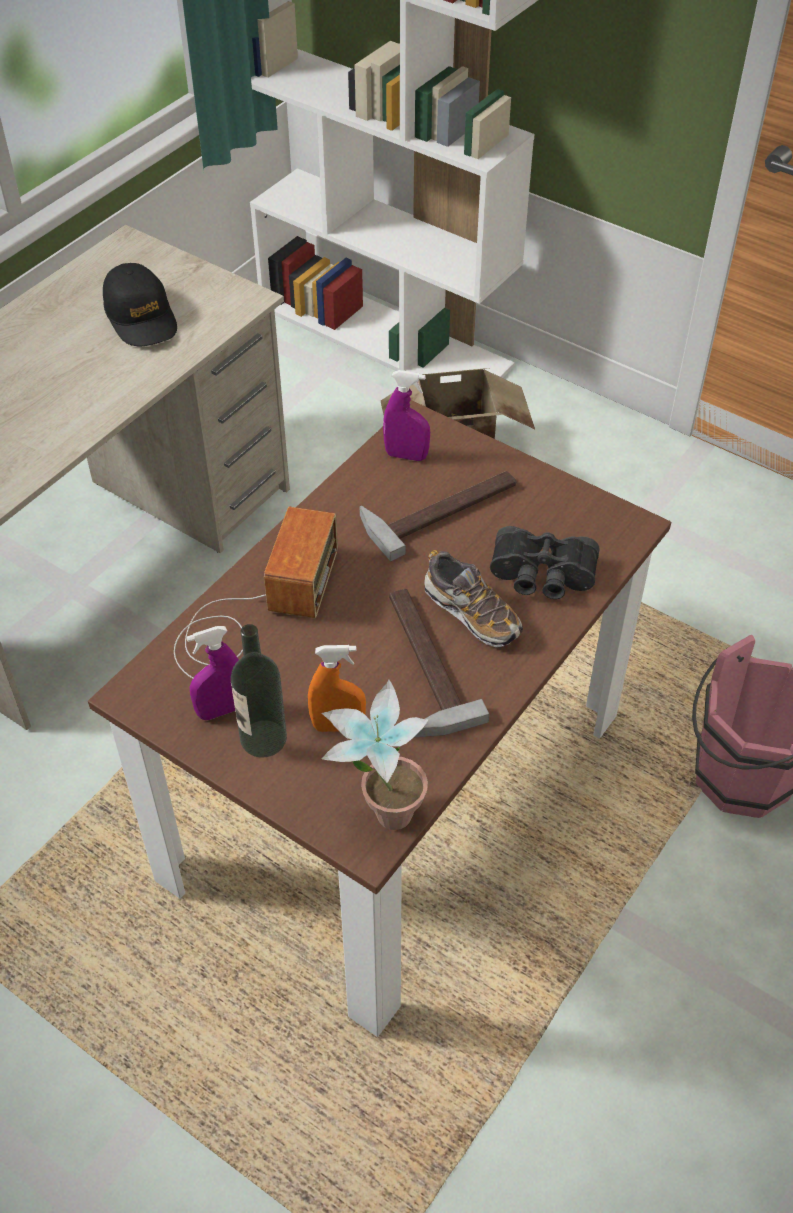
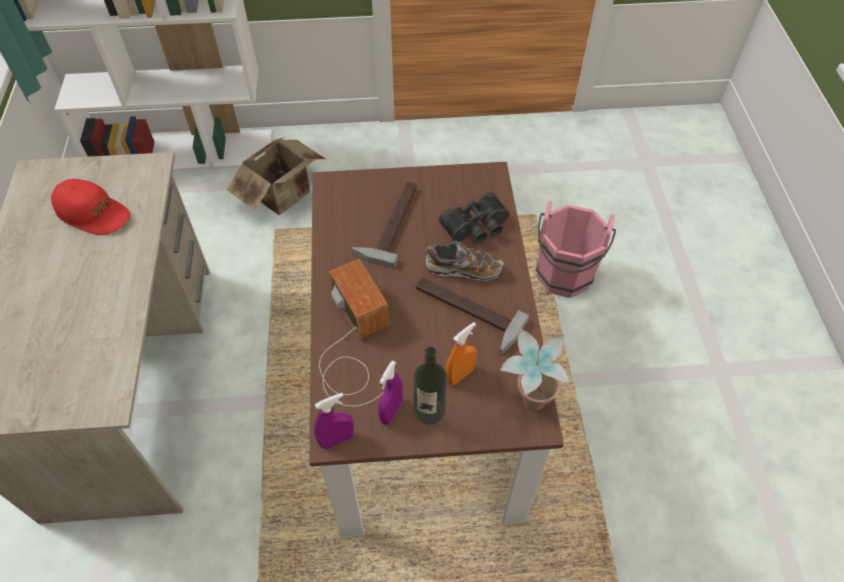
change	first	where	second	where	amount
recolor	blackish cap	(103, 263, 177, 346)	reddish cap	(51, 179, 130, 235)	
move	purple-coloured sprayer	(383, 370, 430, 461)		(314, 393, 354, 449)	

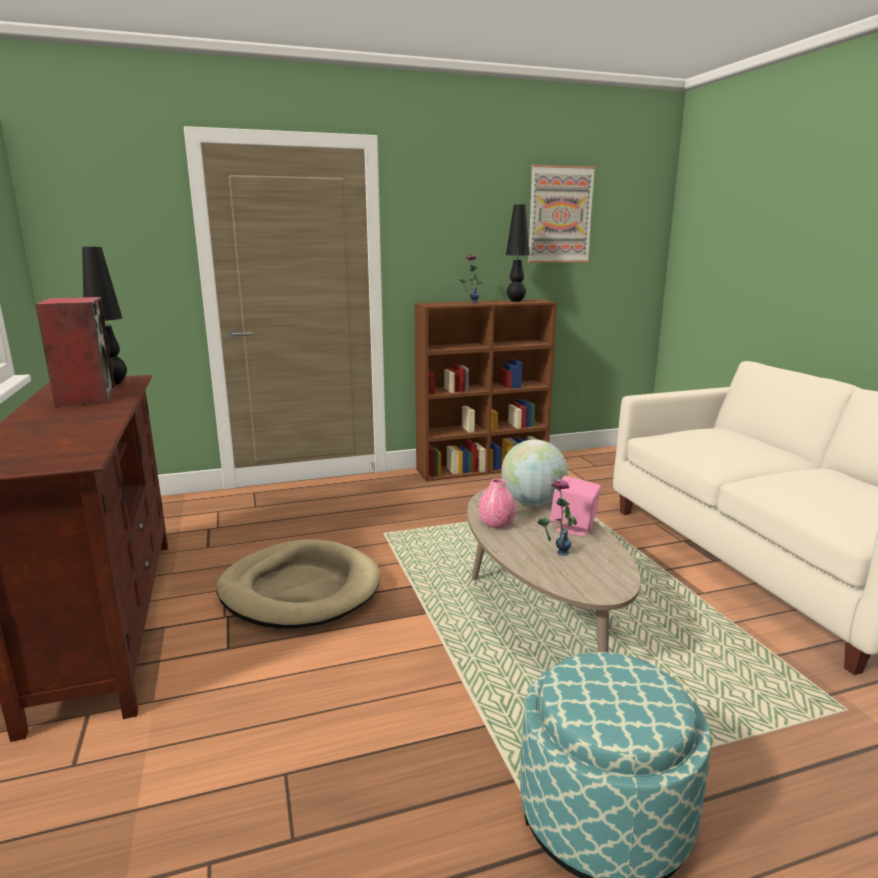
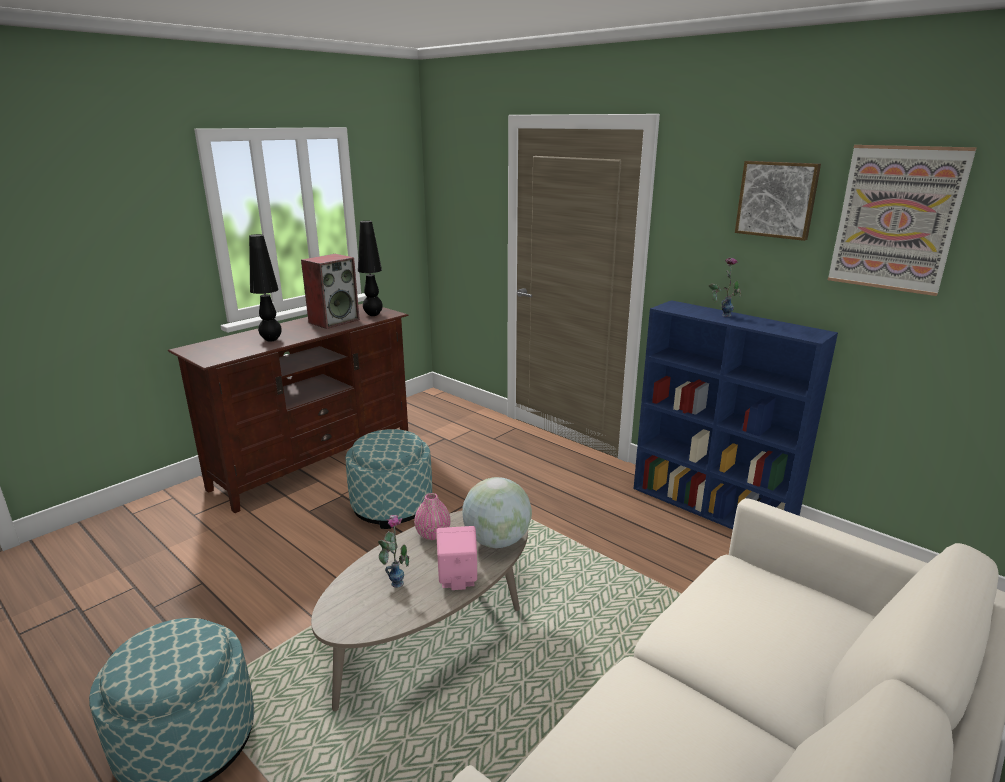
change	first	where	second	where	amount
replace	beige-coloured pet bed	(216, 539, 380, 629)	footrest	(346, 429, 432, 529)	
recolor	brownish shelving unit	(414, 299, 557, 481)	blue-coloured shelving unit	(634, 300, 838, 529)	
move	blackish table lamp	(506, 204, 530, 302)		(249, 234, 282, 341)	
insert			picture	(735, 161, 821, 241)	

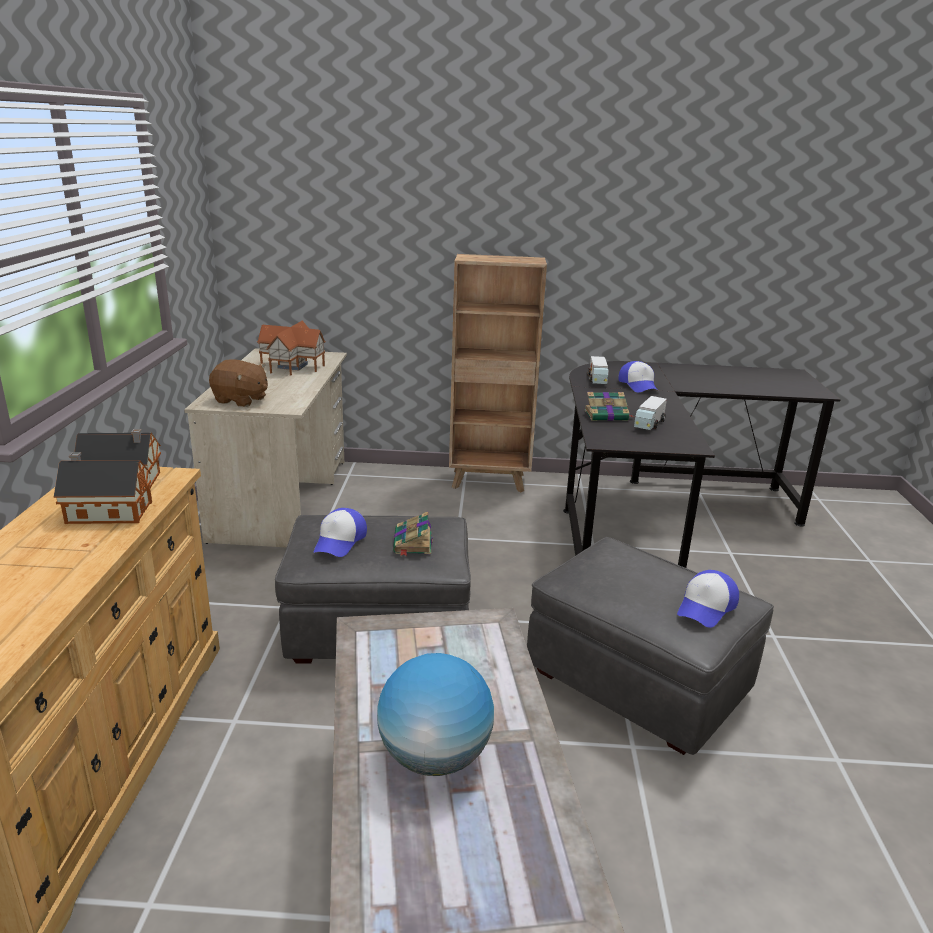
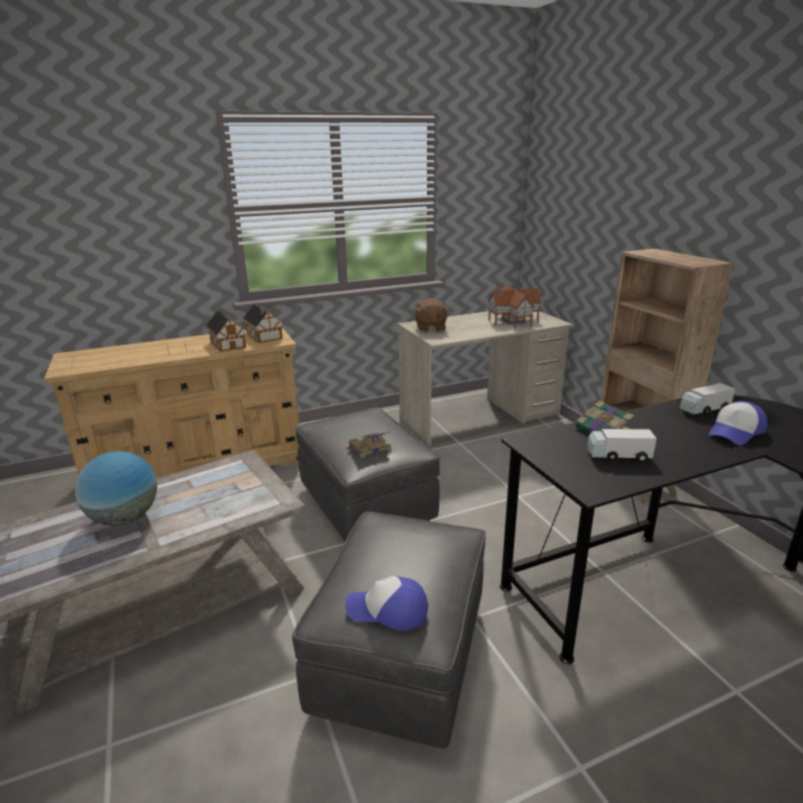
change	first	where	second	where	amount
delete	cap	(314, 508, 367, 557)			

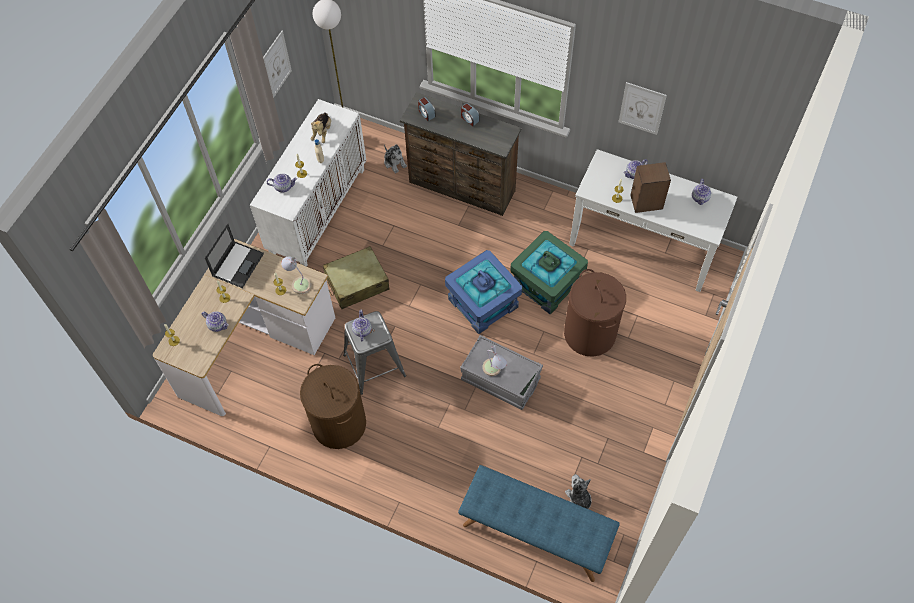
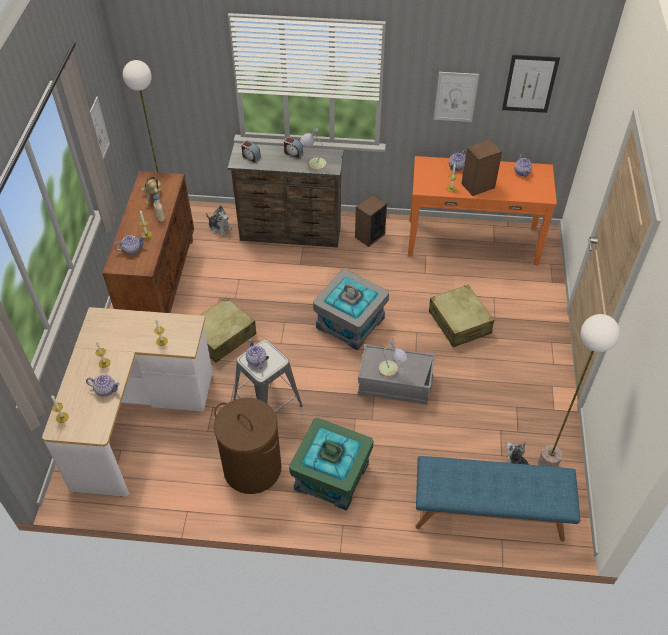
change	first	where	second	where	amount
delete	notebook computer	(205, 223, 264, 288)			
recolor	whitish cupboard	(250, 99, 366, 267)	brownish cupboard	(102, 171, 194, 313)	
move	table lamp	(281, 256, 311, 294)		(300, 126, 327, 171)	
recolor	blue-coloured storage bin	(445, 250, 522, 334)	gray storage bin	(313, 269, 389, 351)	
move	greenish storage bin	(510, 231, 588, 314)		(289, 418, 373, 511)	
replace	brownish laundry basket	(564, 269, 626, 357)	beige-coloured piece of luggage	(429, 285, 494, 347)	
recolor	whitish narrow table	(569, 149, 738, 292)	orange-coloured narrow table	(408, 156, 557, 265)	
insert			speaker	(355, 195, 387, 247)	
insert			picture	(502, 55, 560, 113)	
insert			floor lamp	(538, 314, 620, 467)	

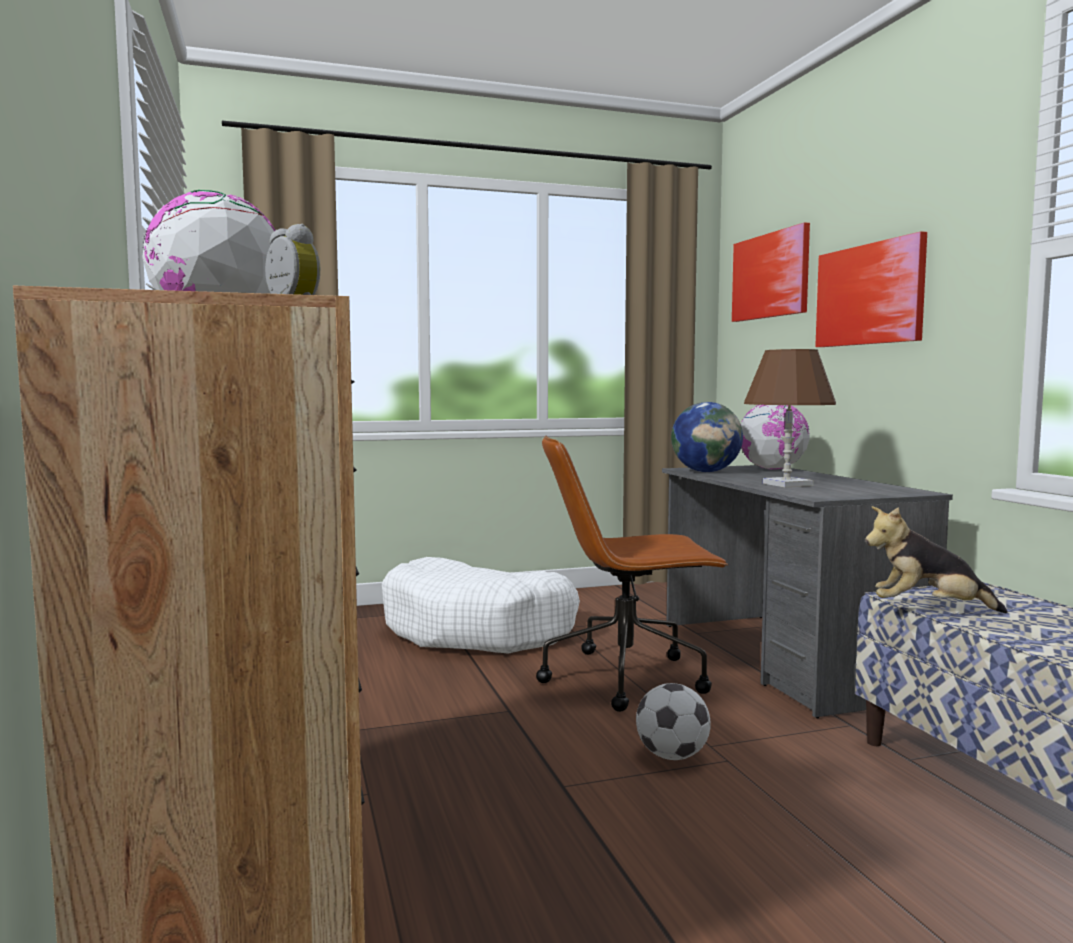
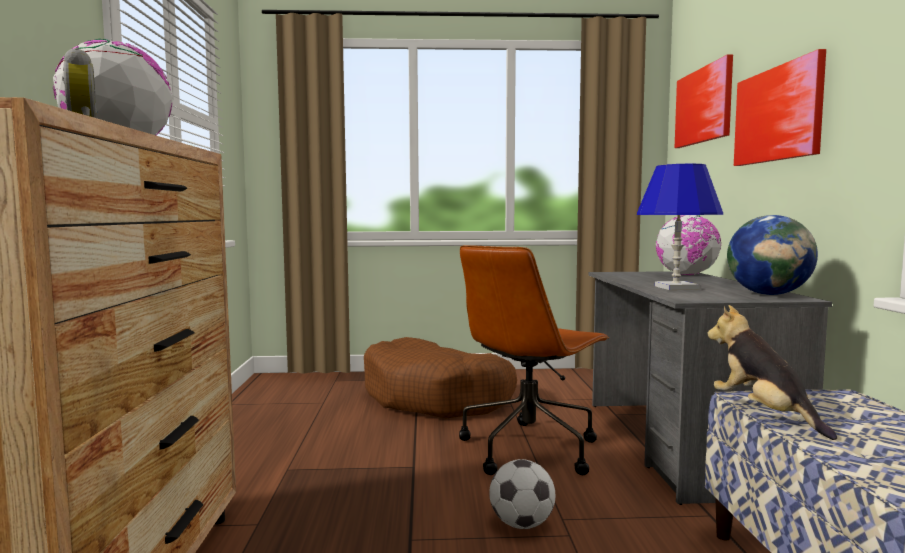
change	first	where	second	where	amount
recolor	whitish pet bed	(382, 557, 580, 654)	brownish pet bed	(364, 337, 517, 418)	
rotate	brownish office chair	(536, 435, 729, 712)		(459, 245, 610, 475)	60 degrees counterclockwise
move	globe	(671, 402, 743, 472)		(727, 215, 818, 295)	
recolor	brownish table lamp	(744, 349, 836, 487)	blue-coloured table lamp	(637, 164, 723, 290)	
rotate	soft toy	(865, 506, 1007, 613)		(707, 305, 837, 440)	45 degrees clockwise

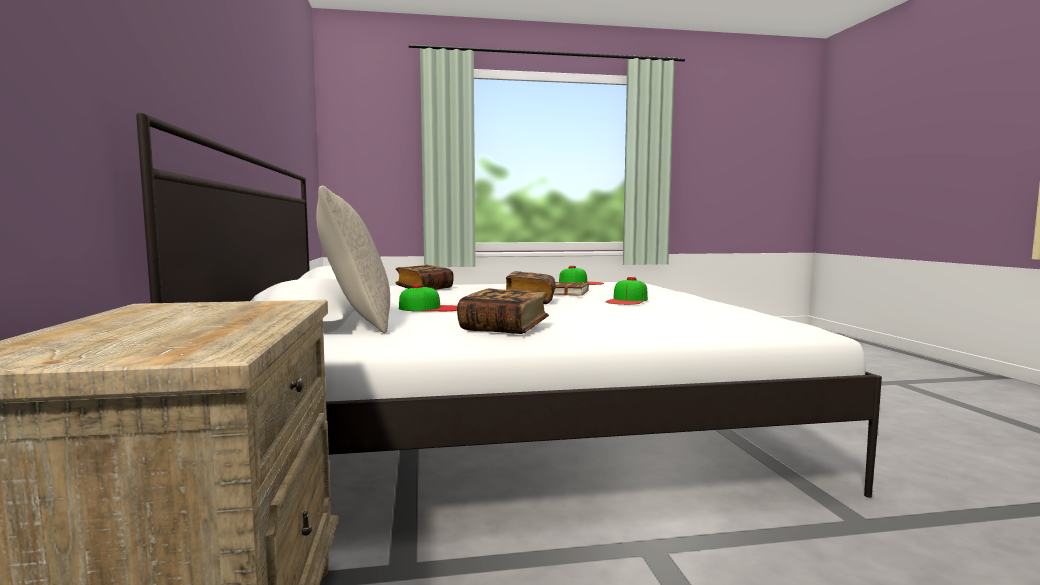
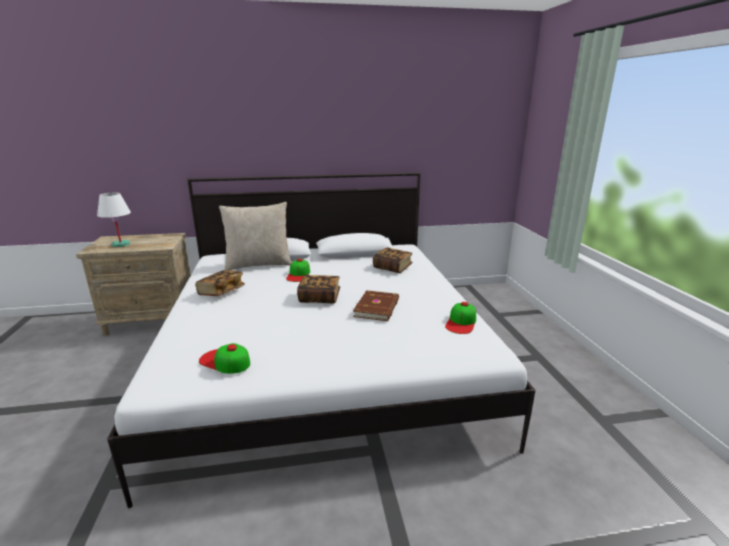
change	first	where	second	where	amount
move	cap	(606, 277, 648, 305)		(199, 343, 250, 374)	
insert			whitish table lamp	(97, 192, 131, 247)	

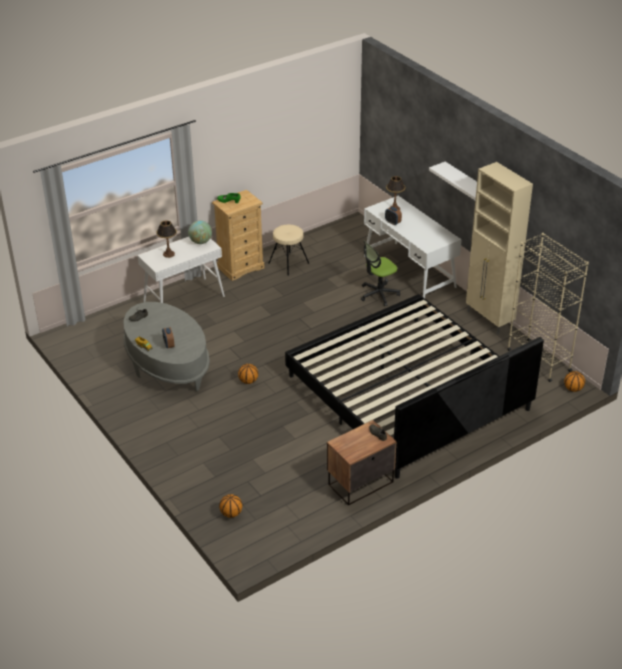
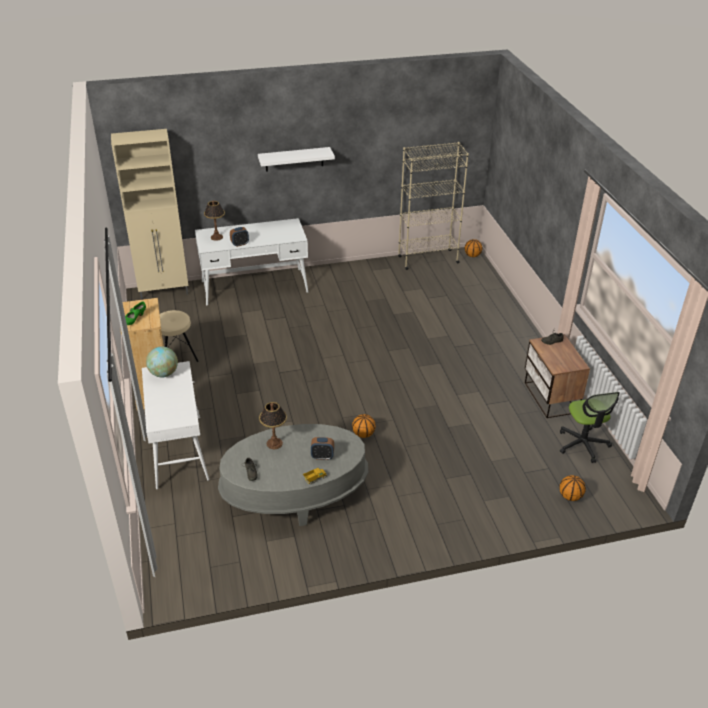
change	first	where	second	where	amount
move	table lamp	(156, 220, 177, 258)		(259, 402, 287, 449)	
delete	bedroom bed	(285, 294, 544, 479)			
move	office chair	(361, 240, 400, 306)		(560, 392, 620, 463)	
move	beige-coloured cupboard	(466, 162, 533, 335)		(111, 129, 189, 300)	

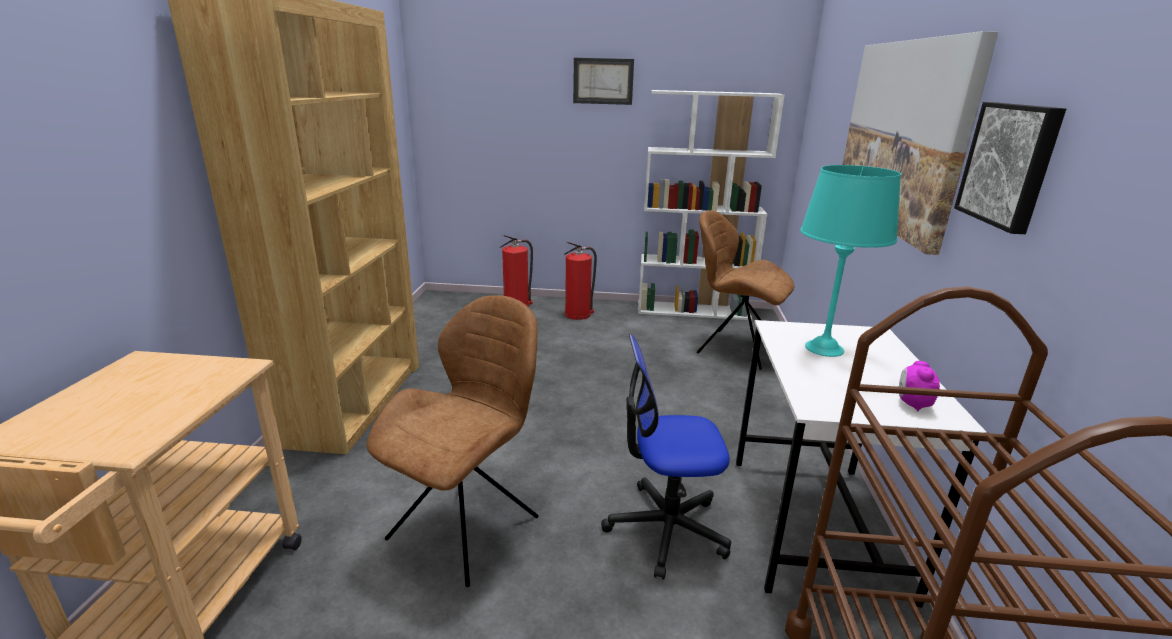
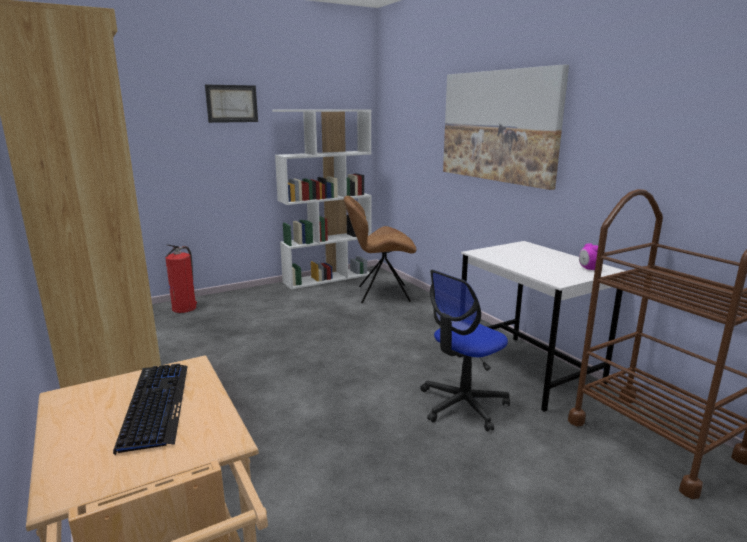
change	first	where	second	where	amount
delete	brownish chair	(366, 295, 539, 587)			
delete	fire extinguisher	(564, 242, 597, 320)			
delete	blue-green table lamp	(800, 165, 901, 357)			
delete	picture	(954, 102, 1066, 234)			
insert			PC keyboard	(113, 363, 188, 455)	

